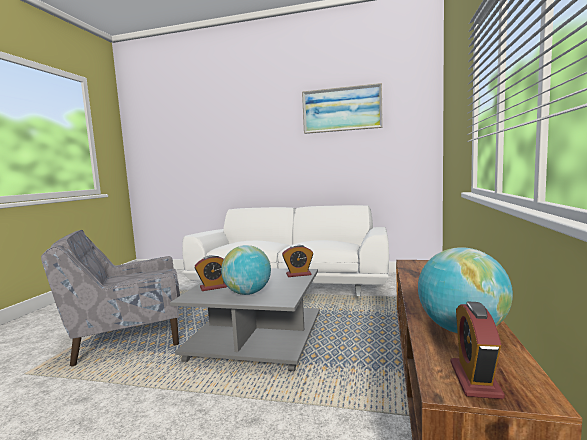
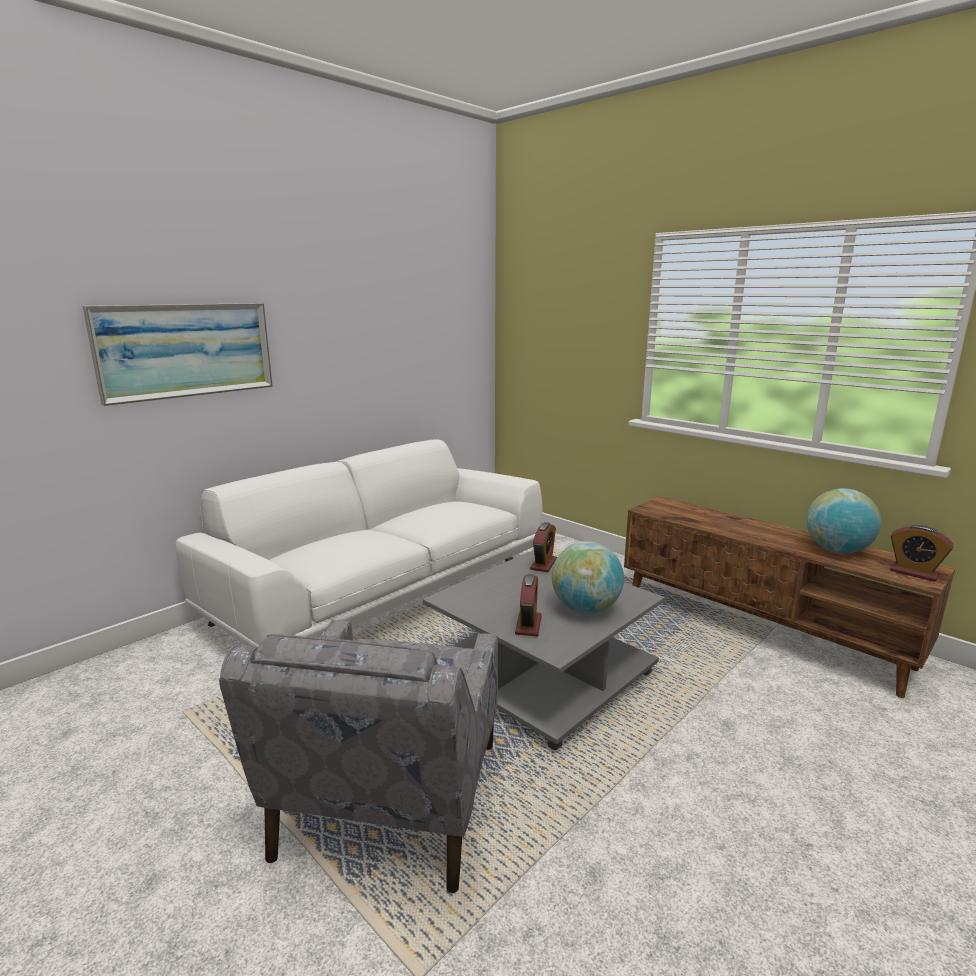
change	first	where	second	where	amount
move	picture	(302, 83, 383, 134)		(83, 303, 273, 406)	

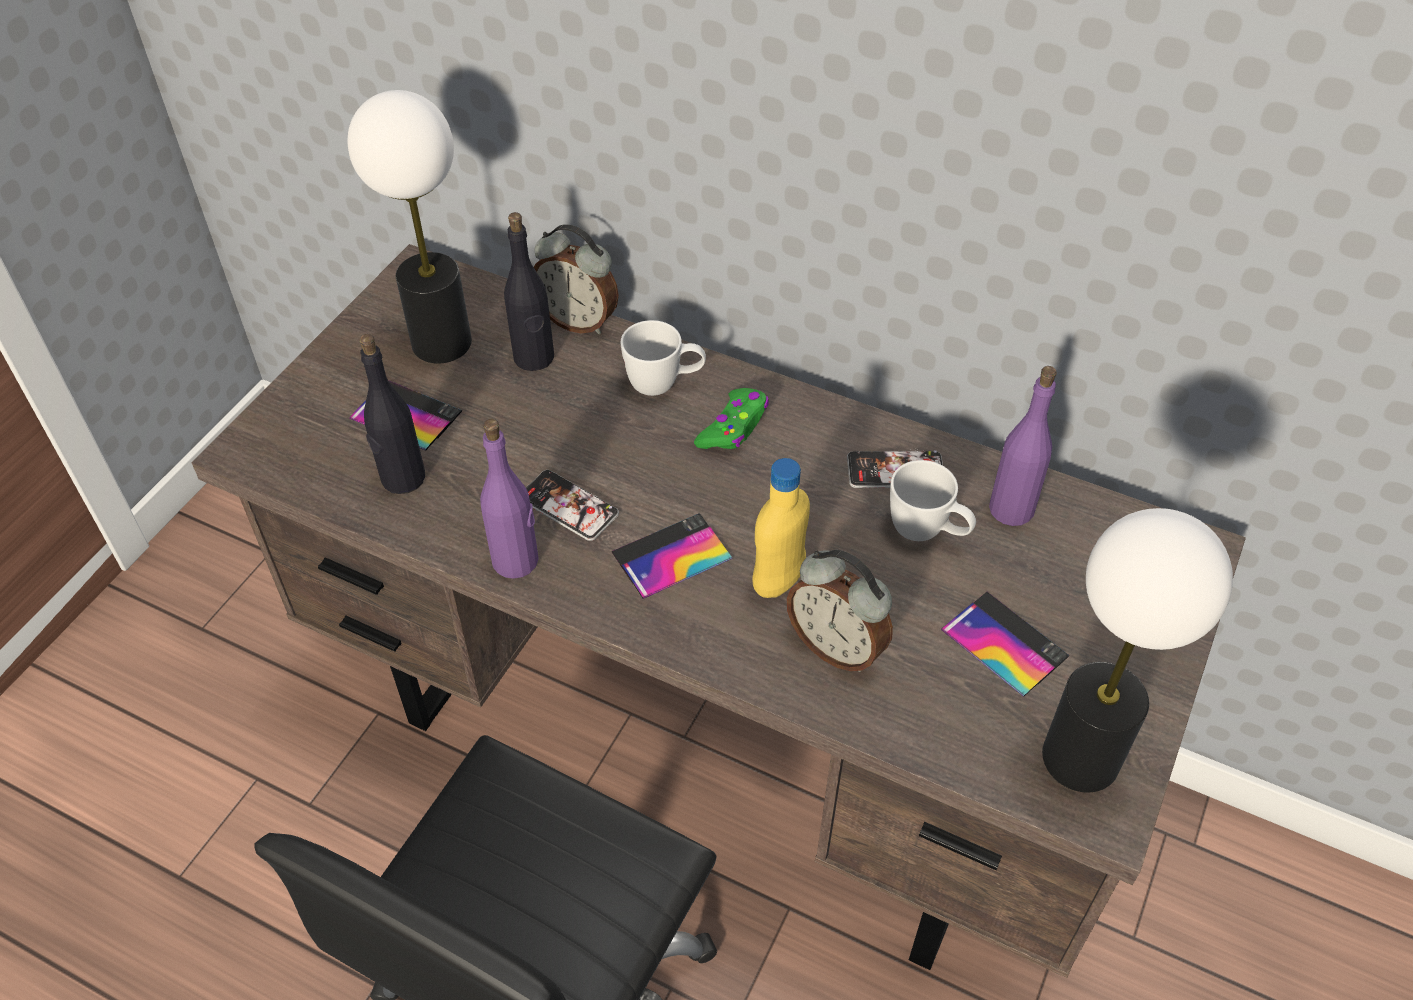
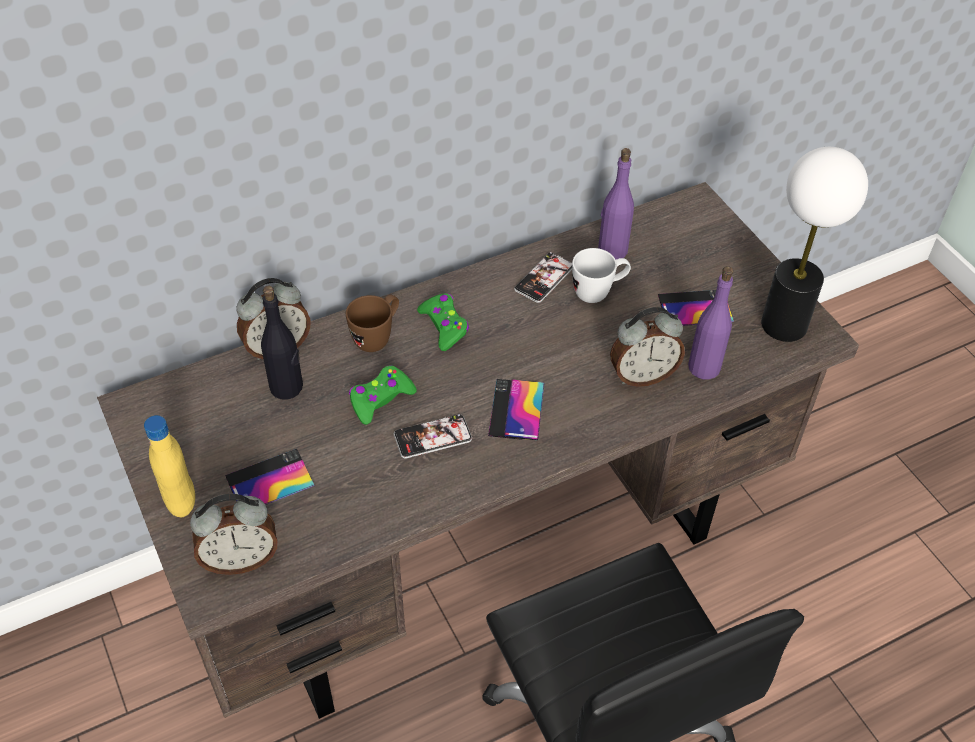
change	first	where	second	where	amount
delete	table lamp	(348, 90, 472, 364)			
delete	blackish drink bottle	(359, 334, 425, 494)			
move	purple-coloured drink bottle	(480, 419, 539, 579)		(688, 266, 733, 379)	
recolor	whitish tea mug	(621, 320, 706, 396)	brownish tea mug	(346, 295, 399, 352)	
move	yellowish drink bottle	(752, 458, 810, 598)		(144, 415, 195, 517)	
insert			table clock	(190, 494, 277, 575)	
insert			greenish gamepad	(349, 365, 417, 425)	

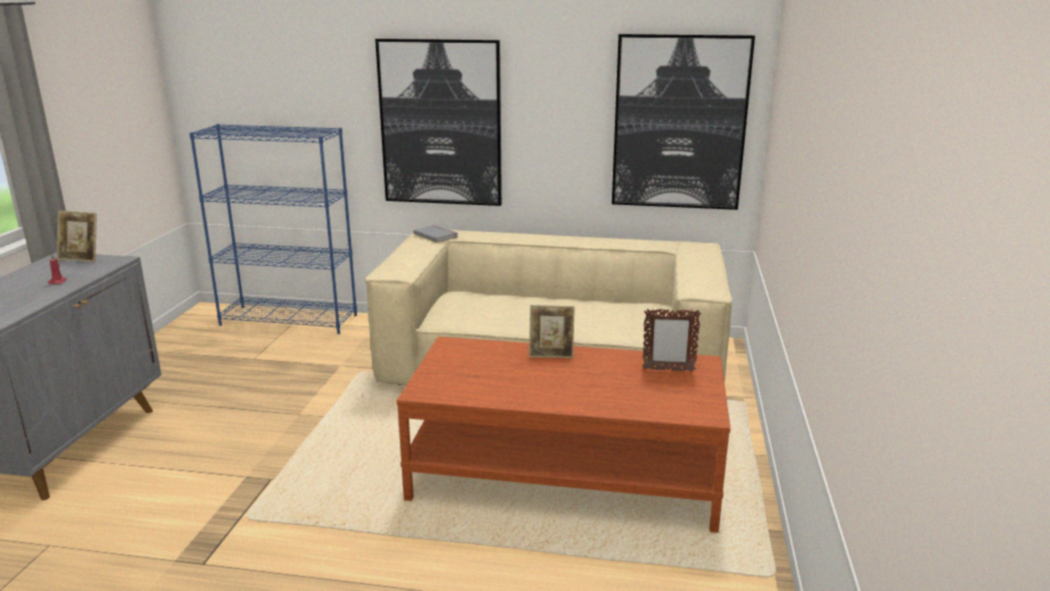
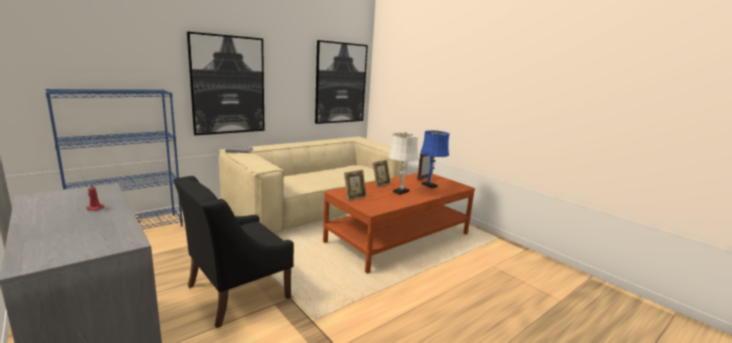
change	first	where	second	where	amount
move	standing frame	(57, 211, 97, 262)		(344, 170, 367, 201)	
insert			blackish armchair	(173, 176, 294, 328)	
insert			whitish table lamp	(388, 132, 419, 195)	
insert			blue-coloured table lamp	(420, 130, 450, 189)	

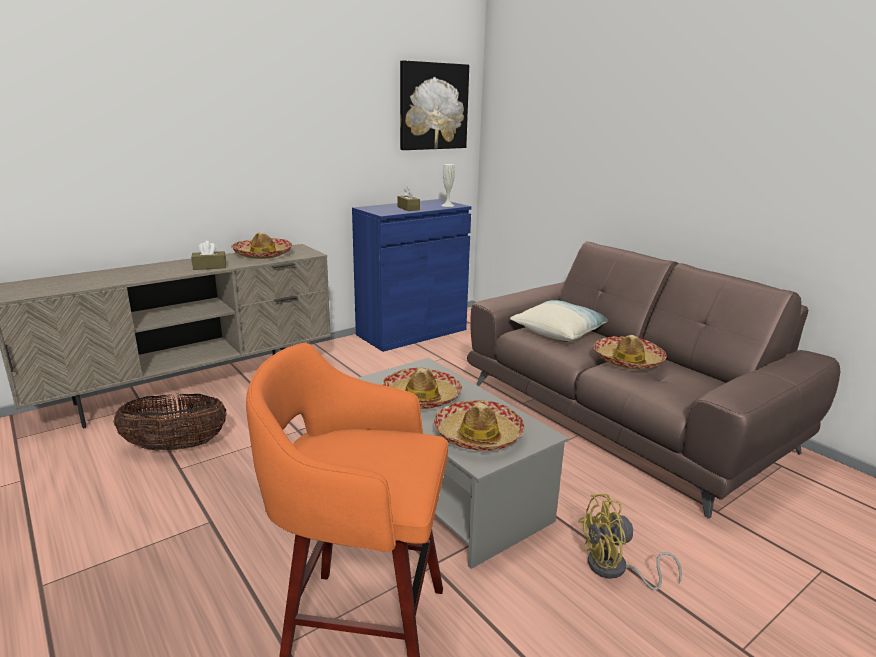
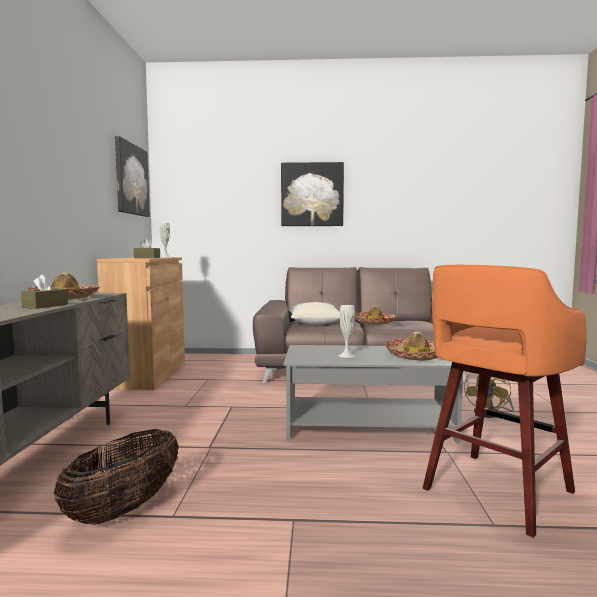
change	first	where	second	where	amount
recolor	blue-coloured cupboard	(352, 199, 471, 352)	brownish cupboard	(97, 257, 185, 390)	
replace	wearable hat	(381, 367, 462, 409)	whitish decorative vase	(338, 305, 355, 358)	
insert			picture	(281, 162, 344, 226)	

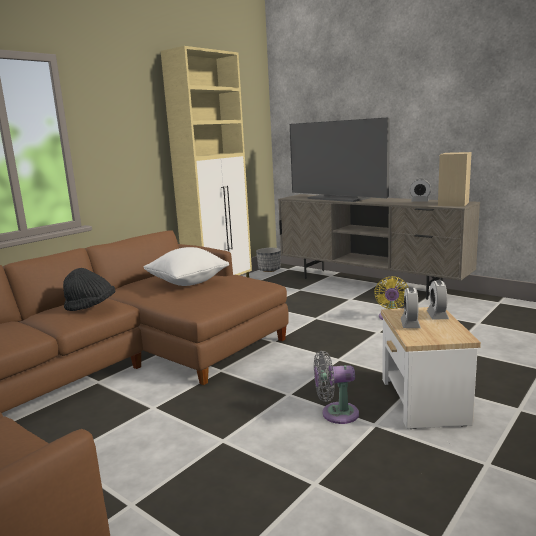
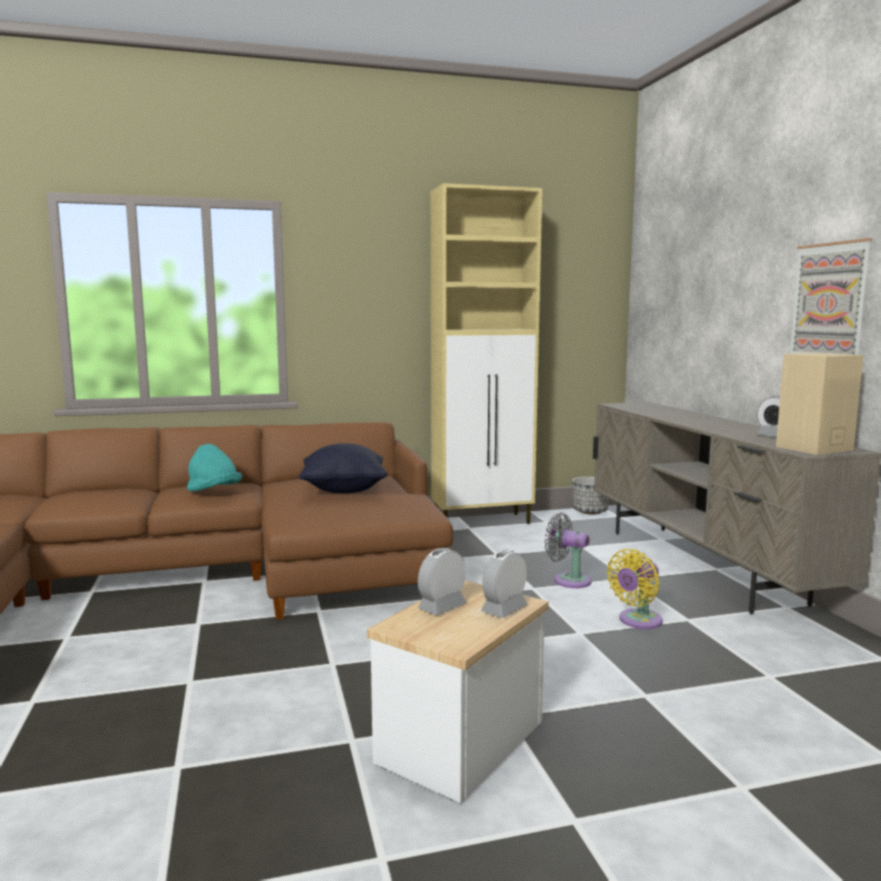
change	first	where	second	where	amount
recolor	blackish wearable hat	(63, 268, 116, 311)	blue-green wearable hat	(187, 444, 242, 491)	
recolor	whitish cushion	(144, 247, 229, 286)	blackish cushion	(299, 443, 387, 493)	
delete	TV	(290, 117, 390, 202)			
move	gray electric fan	(314, 351, 359, 424)		(544, 513, 592, 588)	
insert			picture	(790, 238, 873, 355)	

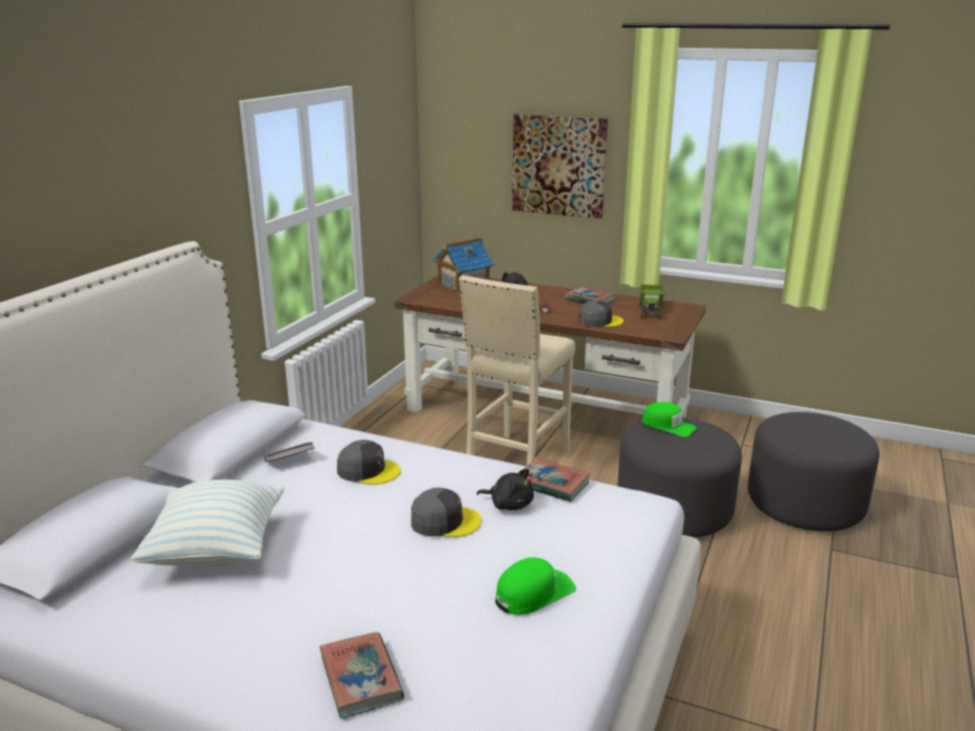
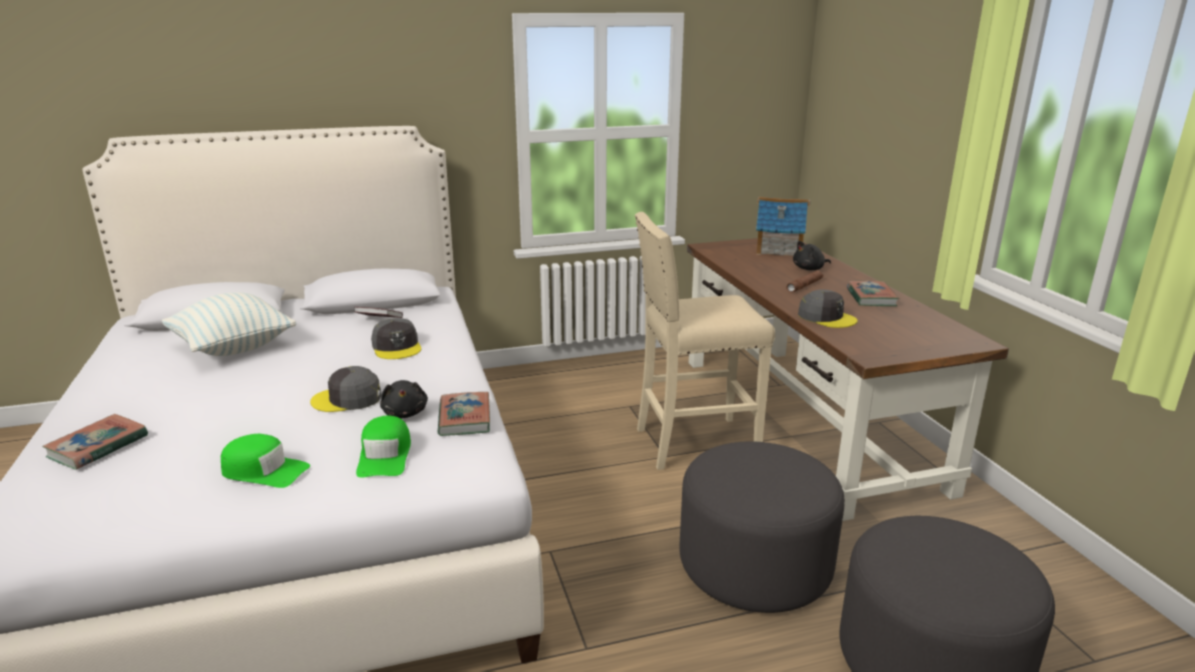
change	first	where	second	where	amount
rotate	gray cap	(411, 488, 481, 537)		(310, 366, 381, 412)	120 degrees clockwise
delete	picture	(512, 114, 608, 219)			
delete	toy truck	(640, 285, 665, 319)			
move	greenish cap	(642, 402, 696, 437)		(356, 416, 411, 478)	

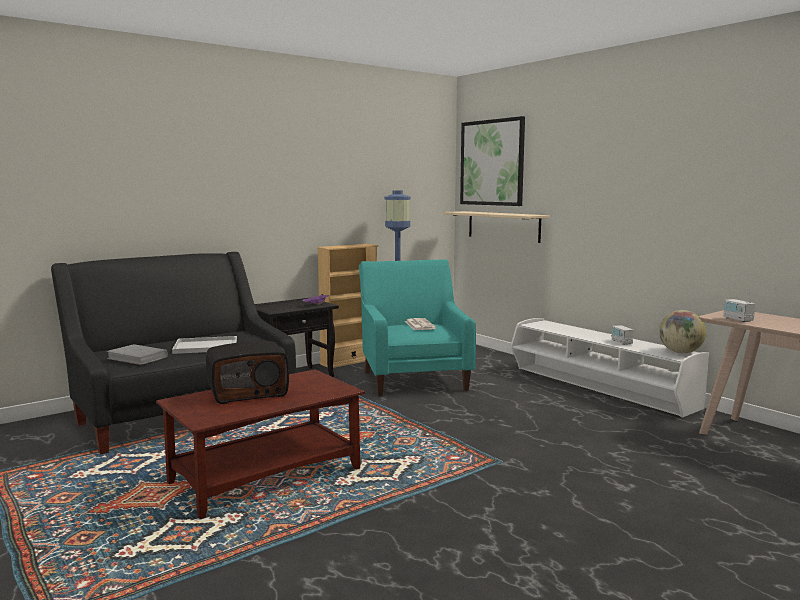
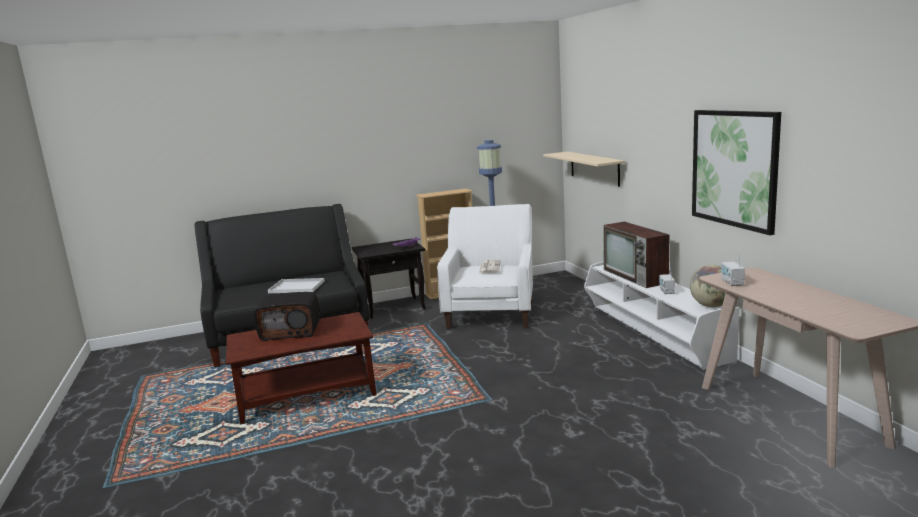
change	first	where	second	where	amount
delete	gray book	(106, 344, 168, 365)			
recolor	blue-green armchair	(359, 260, 476, 396)	whitish armchair	(437, 204, 533, 329)	
move	picture	(460, 116, 525, 206)		(692, 110, 781, 235)	
insert			TV	(603, 222, 669, 288)	

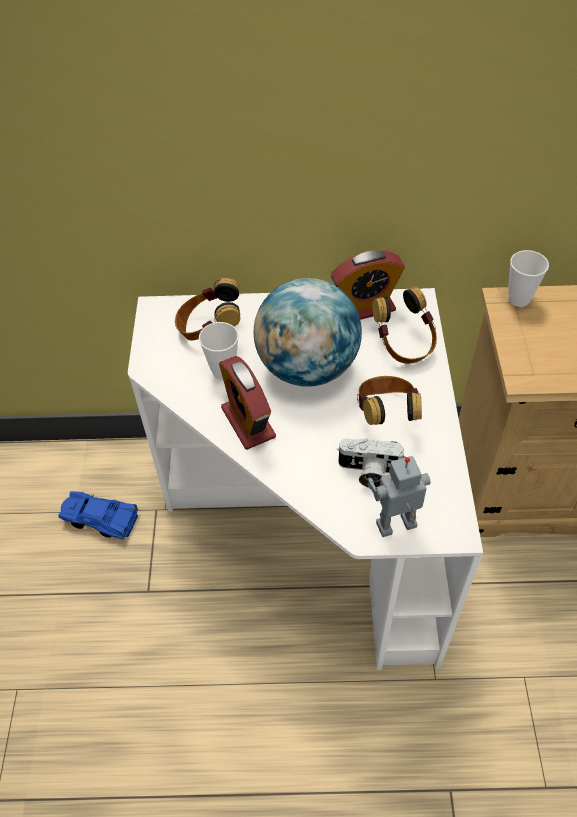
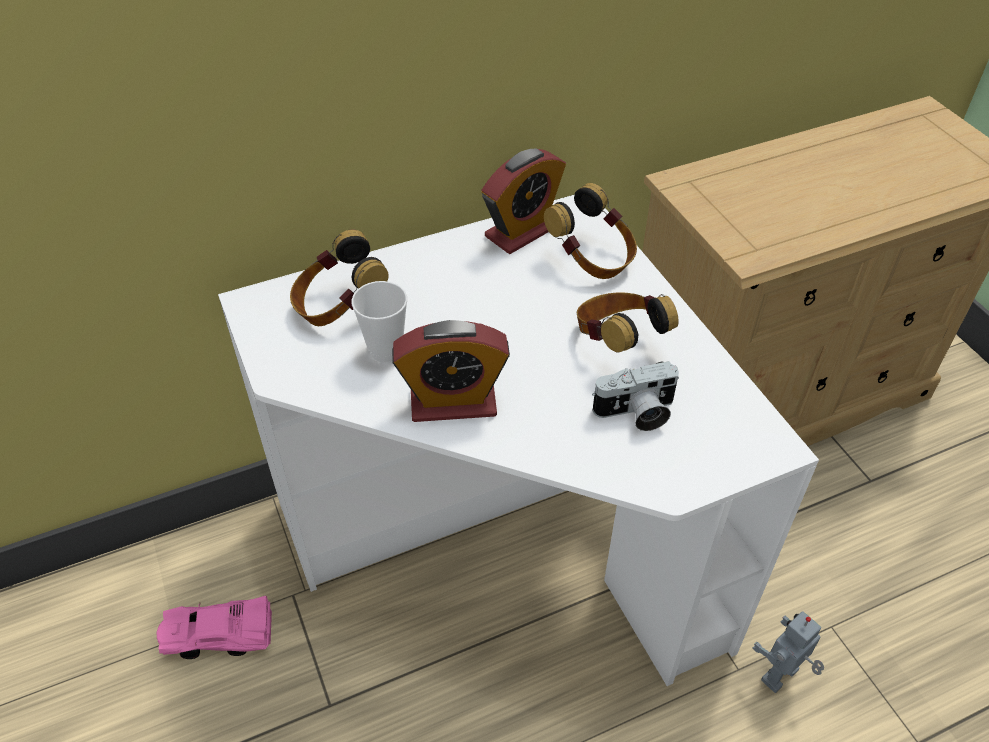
change	first	where	second	where	amount
recolor	blue-coloured toy car	(58, 491, 138, 539)	pinkish toy car	(156, 596, 272, 659)	
rotate	table clock	(219, 356, 276, 450)		(392, 320, 510, 422)	45 degrees counterclockwise
delete	globe	(254, 278, 362, 387)			
move	toy robot	(367, 456, 431, 537)		(753, 612, 824, 693)	
delete	small cup	(508, 250, 549, 307)			

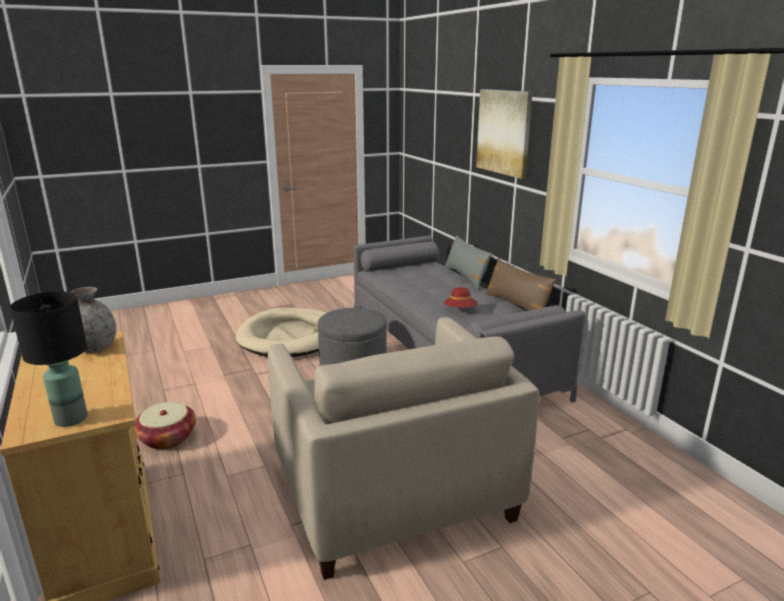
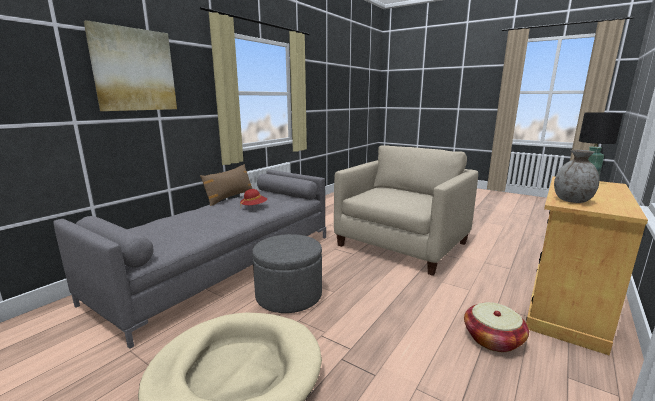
change	first	where	second	where	amount
delete	gray cushion	(444, 235, 492, 290)			

